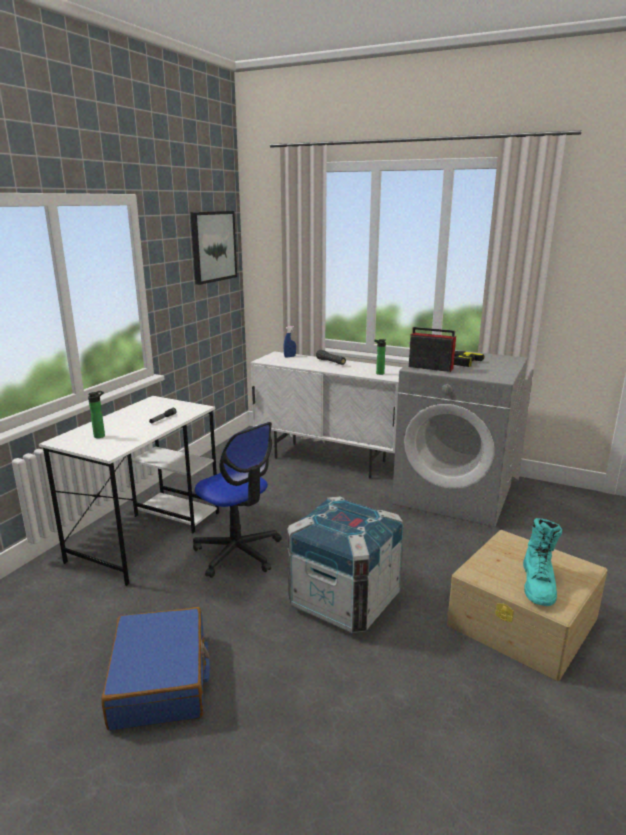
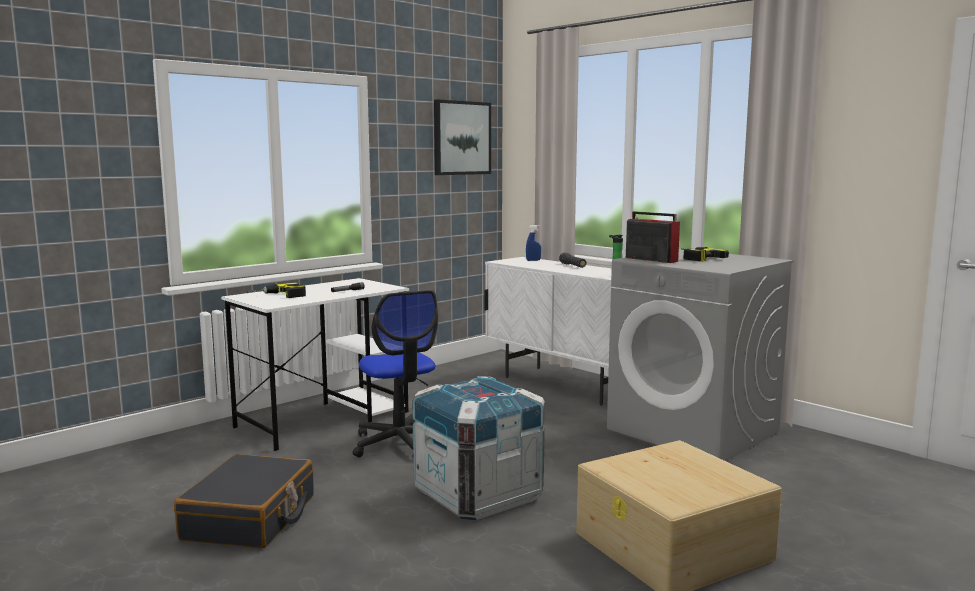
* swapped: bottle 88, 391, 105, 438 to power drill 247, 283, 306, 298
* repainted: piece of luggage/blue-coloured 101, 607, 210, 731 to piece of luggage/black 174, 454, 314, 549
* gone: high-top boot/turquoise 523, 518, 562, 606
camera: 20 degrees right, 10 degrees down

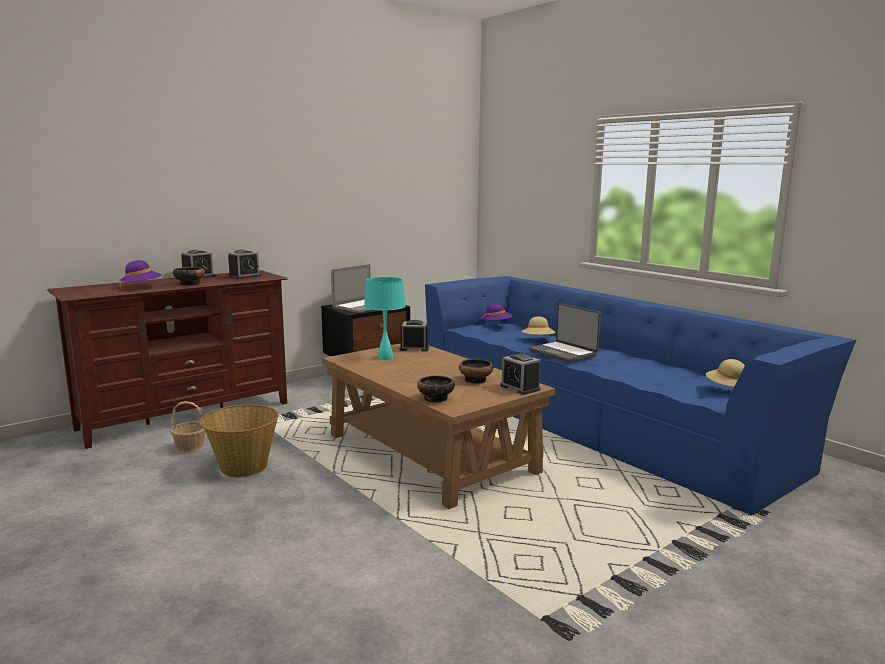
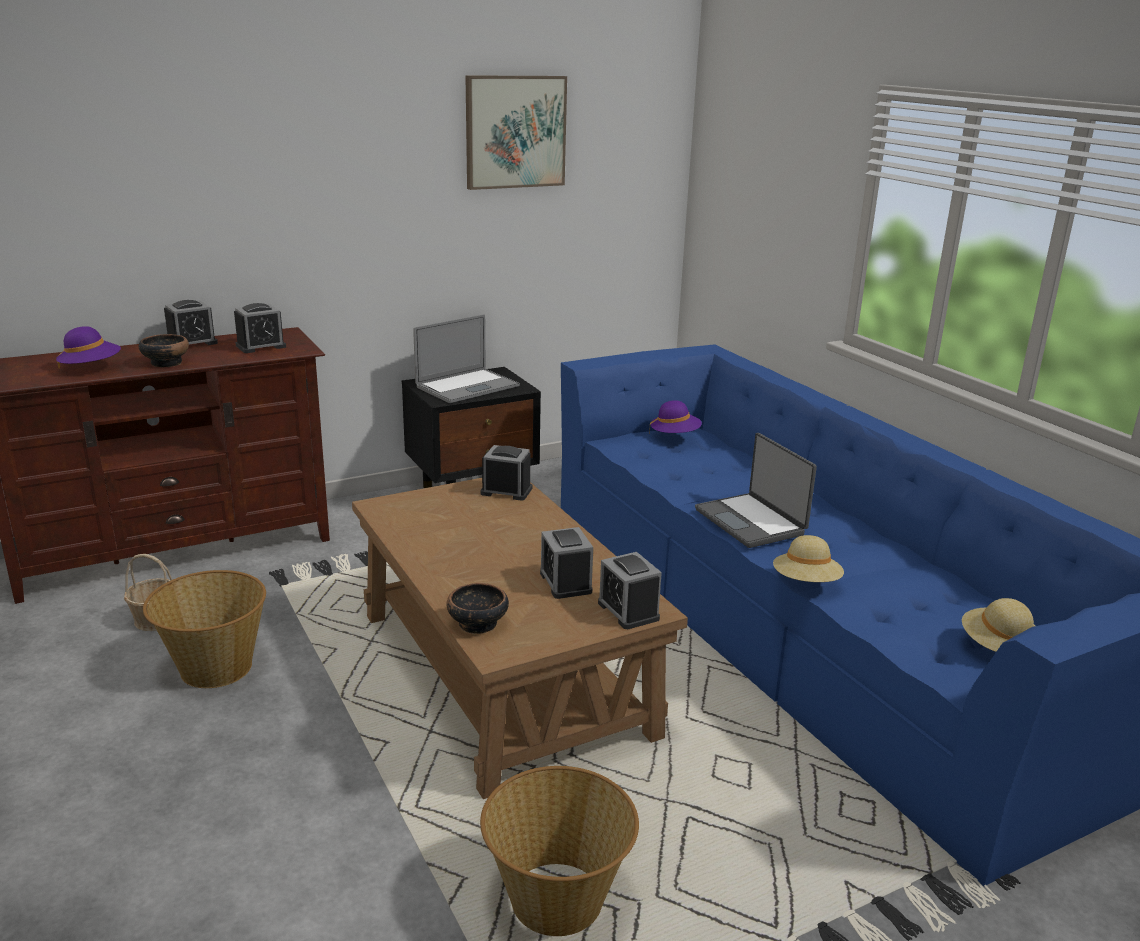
* gone: lamp for a table/turquoise 364, 277, 406, 360
* swapped: bowl 459, 359, 493, 384 to alarm clock 540, 527, 593, 599
* shifted: wearable hat/beige-coloured 522, 317, 556, 336 to 773, 535, 844, 582
* new: wall art 465, 75, 567, 190
* new: household basket 480, 766, 639, 936
camera: 10 degrees right, 10 degrees up

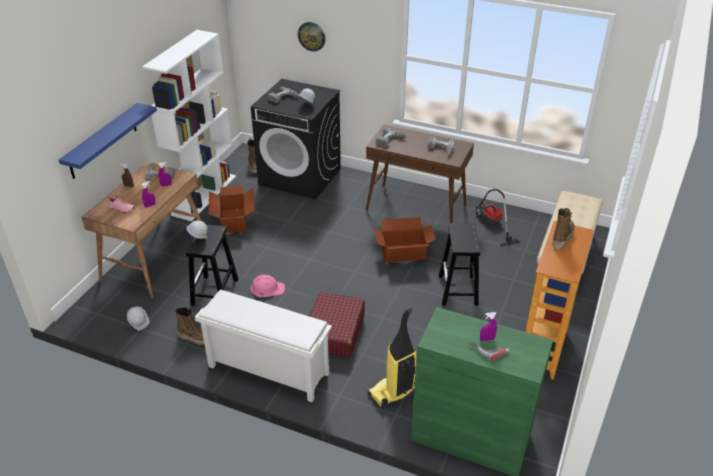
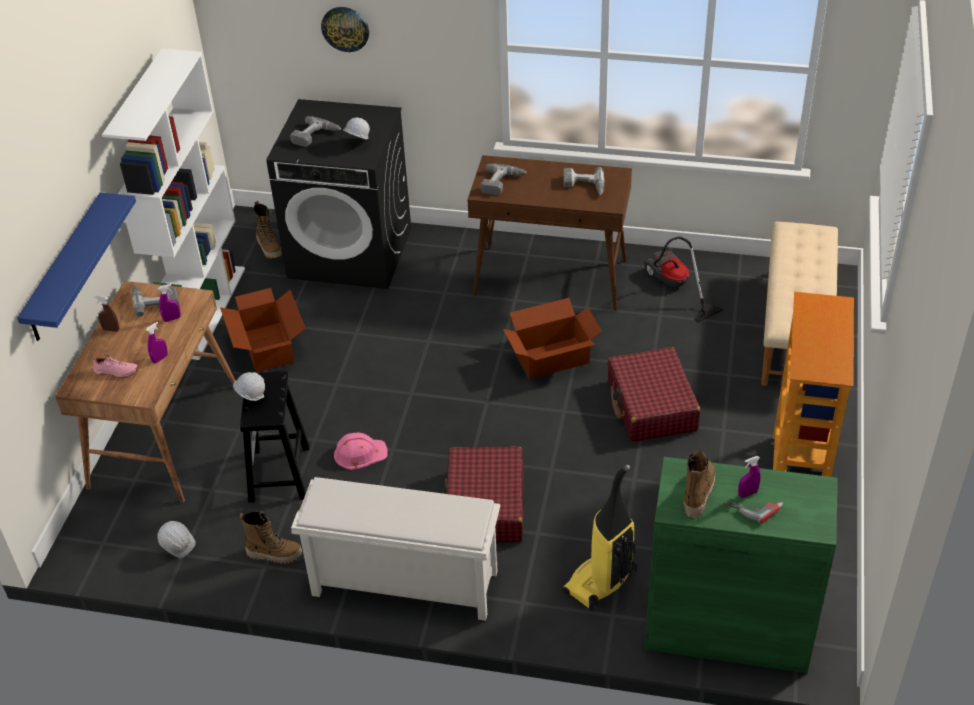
* swapped: stool seat/black 439, 223, 480, 306 to piece of luggage/reddish 608, 347, 701, 442
* shifted: high-top boot 553, 208, 574, 250 to 684, 452, 715, 518
camera: 10 degrees left, 5 degrees up

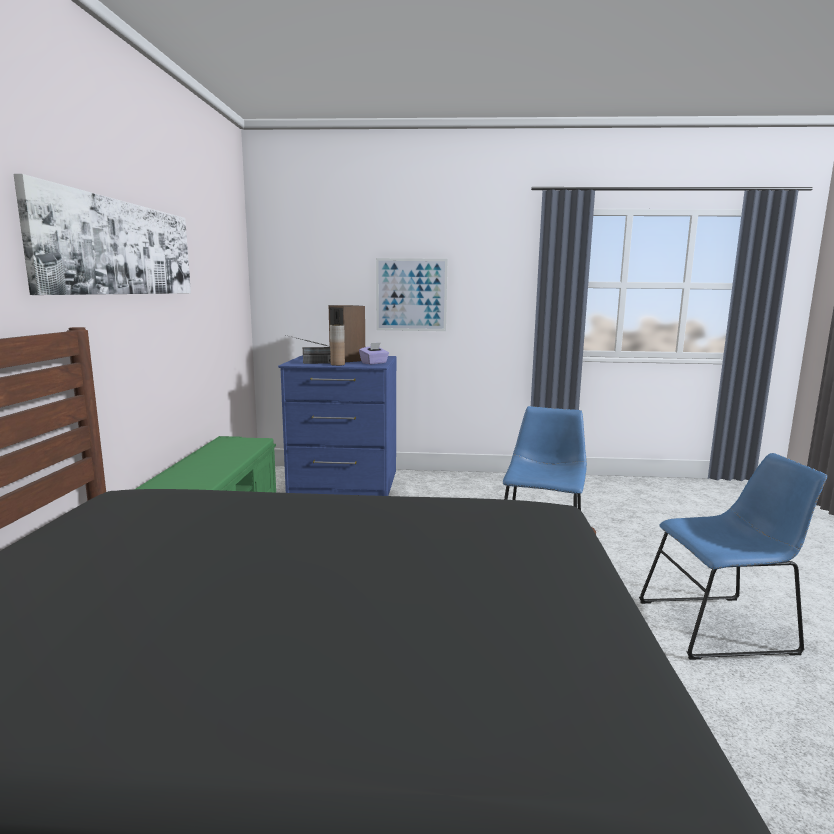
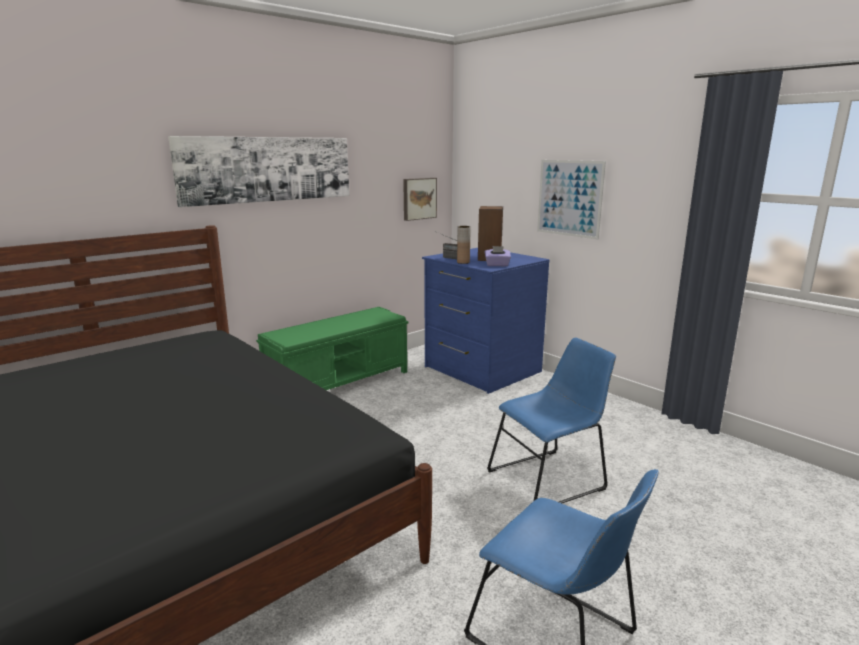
* new: wall art 403, 178, 437, 221
camera: 45 degrees right, 5 degrees up

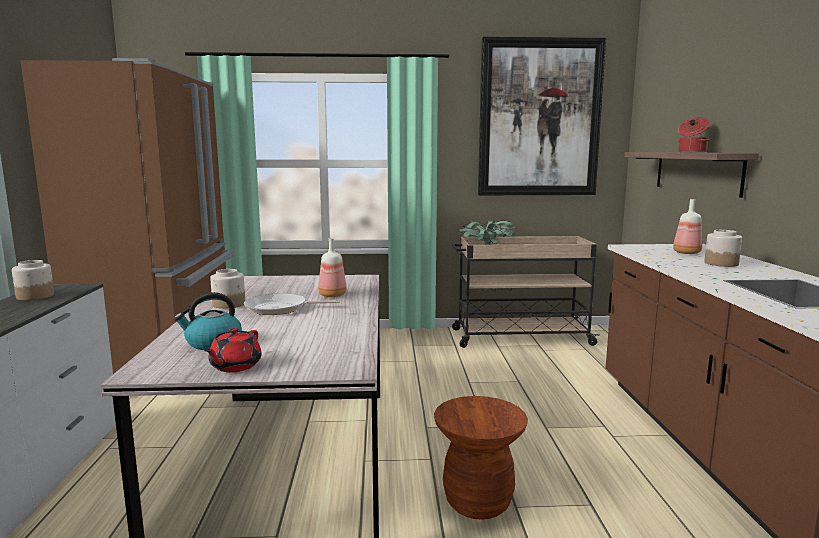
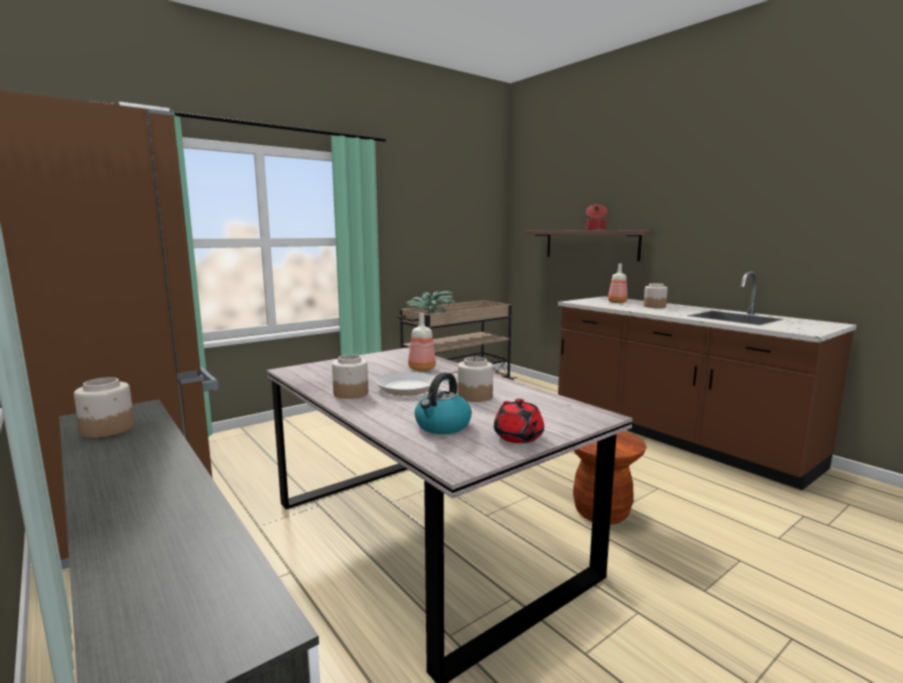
* gone: wall art 478, 37, 606, 195
* new: preserve jar 458, 357, 493, 402
camera: 35 degrees left, 0 degrees up

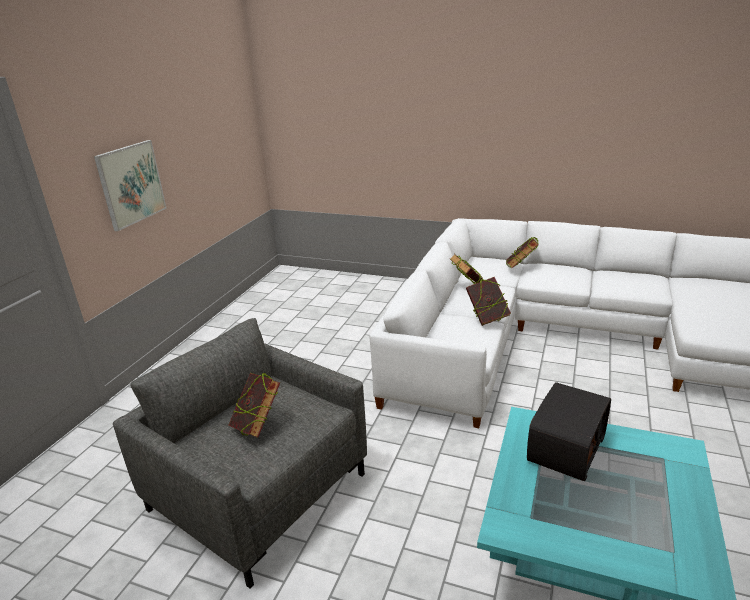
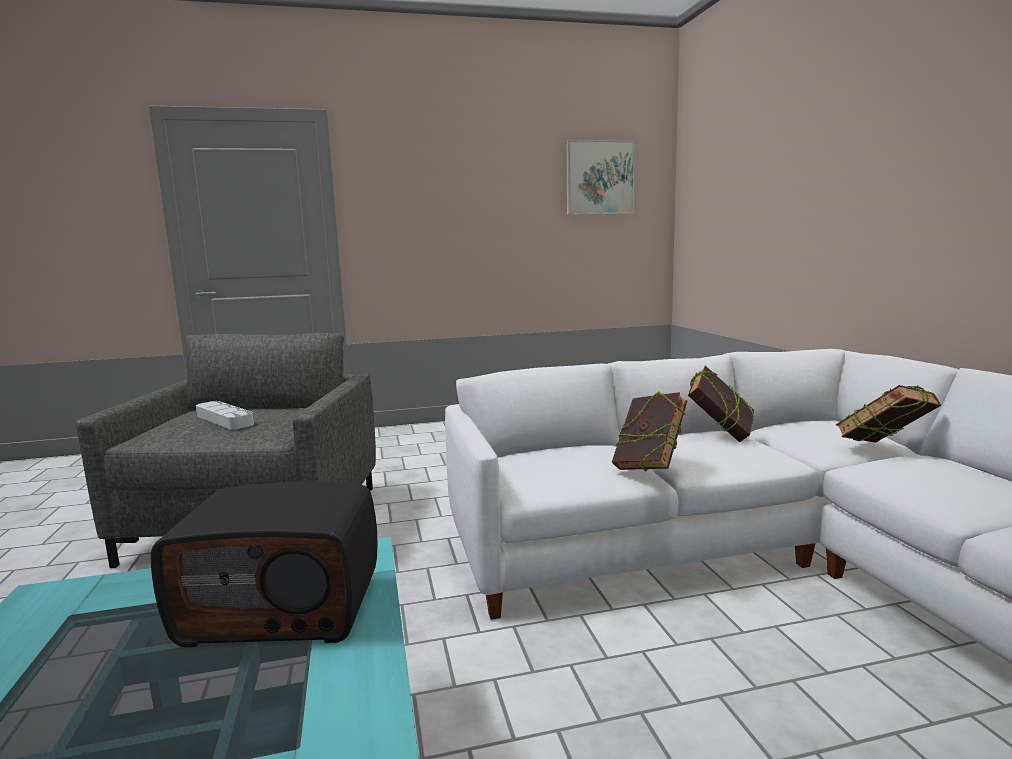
* shifted: wall art 94, 140, 167, 231 to 566, 140, 635, 215
* swapped: book 229, 373, 280, 438 to tray/greyish 196, 401, 254, 430
camera: 55 degrees right, 15 degrees down

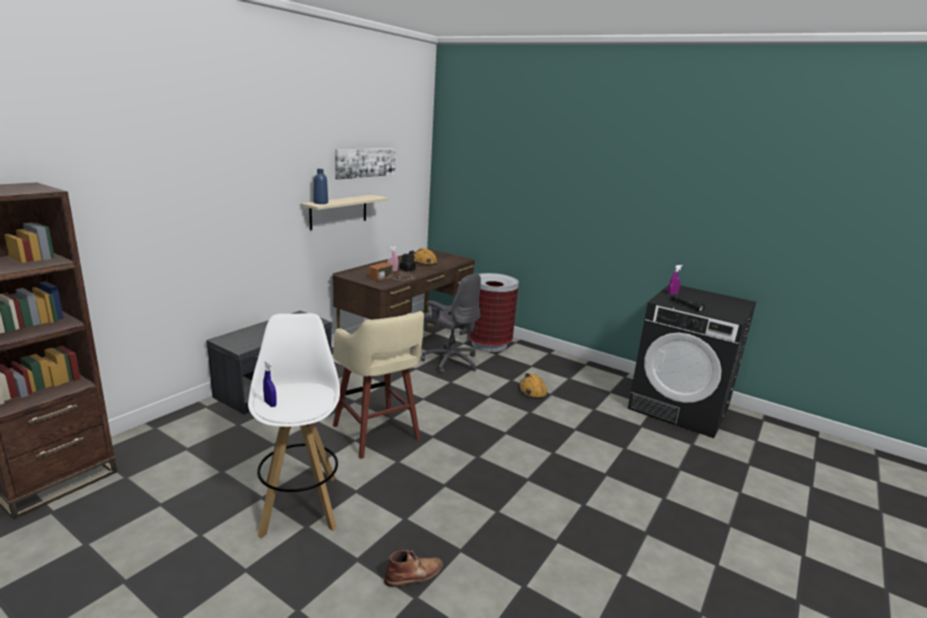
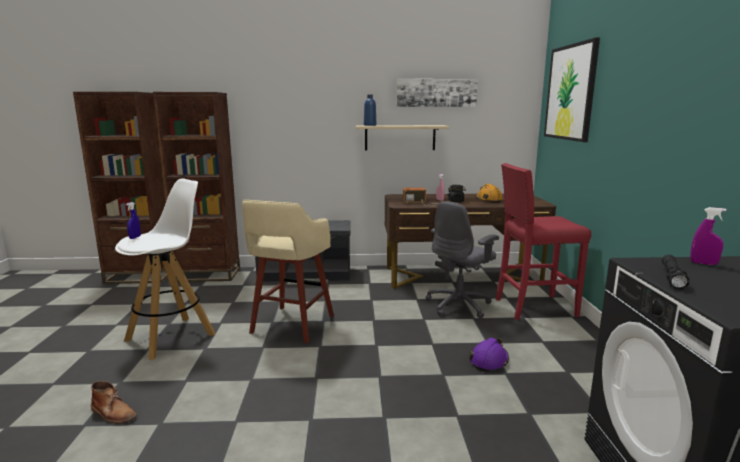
* rotated: office chair/greyish 421, 274, 481, 374 = 426, 201, 499, 319 45 degrees clockwise
* swapped: trash can 469, 273, 519, 352 to stool seat/reddish 496, 163, 591, 320
* repainted: work helmet/orange 519, 373, 547, 399 to work helmet/purple 469, 338, 509, 372
* new: bookcase/brown-coloured 153, 92, 240, 282
* new: wall art 544, 38, 600, 142
camera: 55 degrees right, 5 degrees down

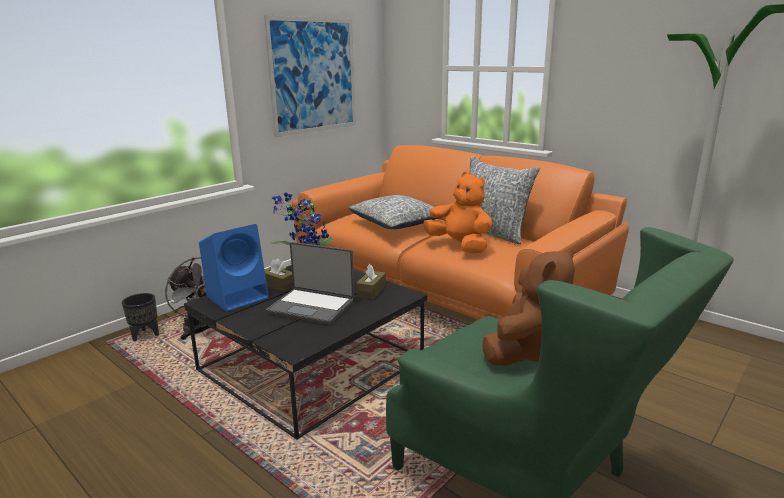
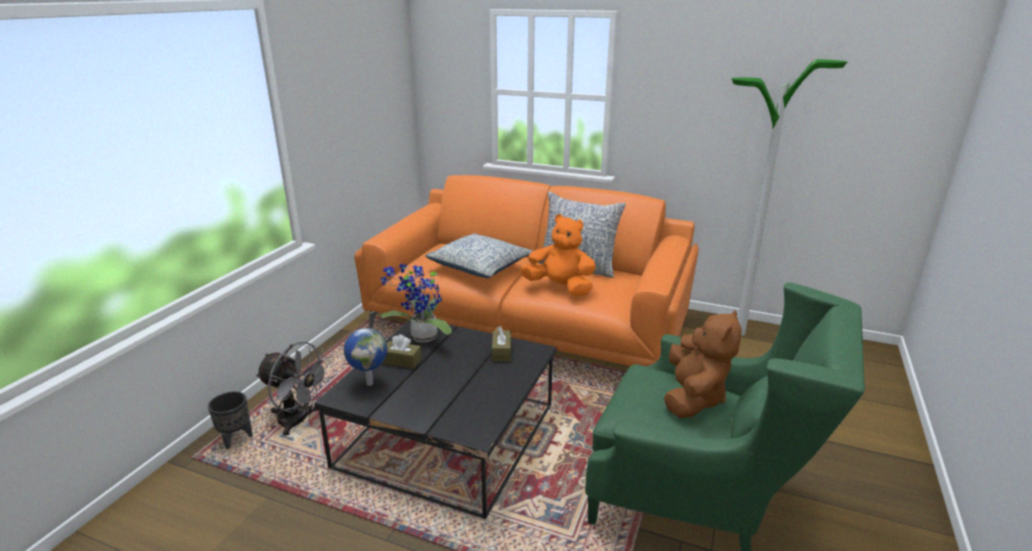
* swapped: loudspeaker/blue-coloured 199, 224, 269, 312 to globe 344, 328, 388, 386
* gone: wall art 264, 15, 356, 137
* gone: notebook computer 266, 242, 354, 325
camera: 20 degrees left, 5 degrees up

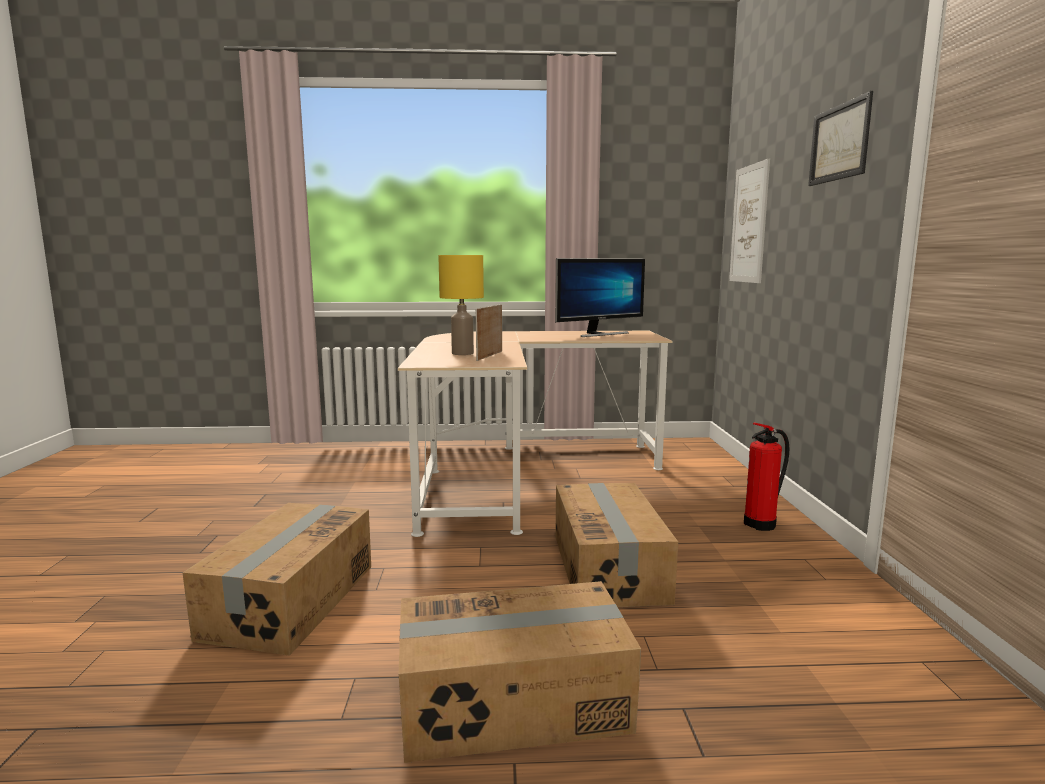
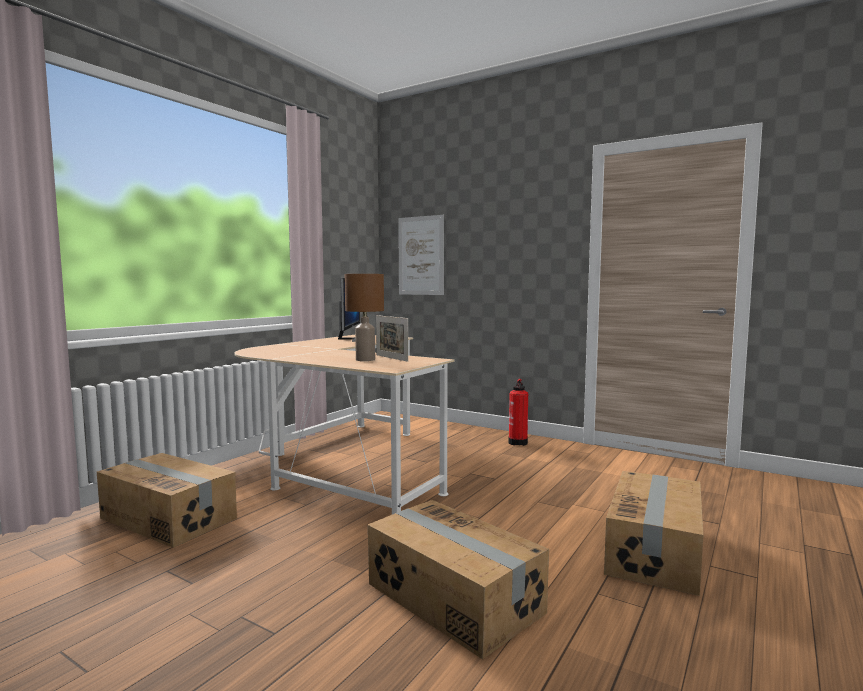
* repainted: lamp for a table/yellowish 438, 255, 484, 355 to lamp for a table/brown-coloured 345, 274, 384, 361
* shifted: packing box 555, 483, 678, 607 to 97, 453, 237, 548
* gone: wall art 808, 91, 873, 186
camera: 55 degrees left, 5 degrees down

